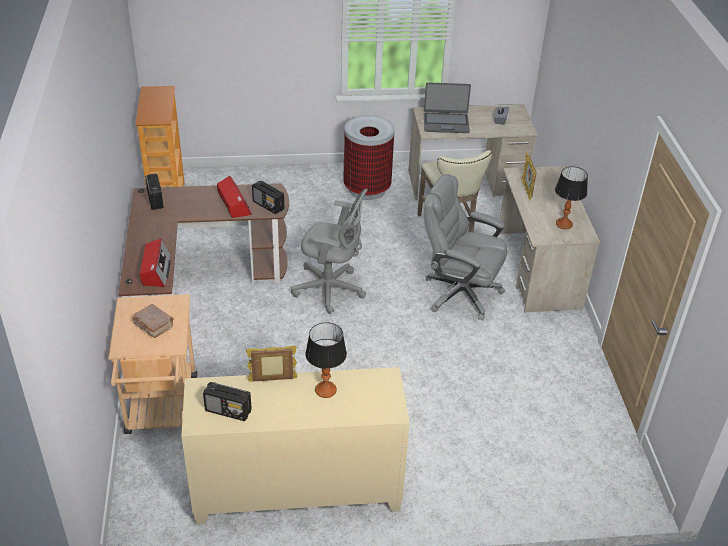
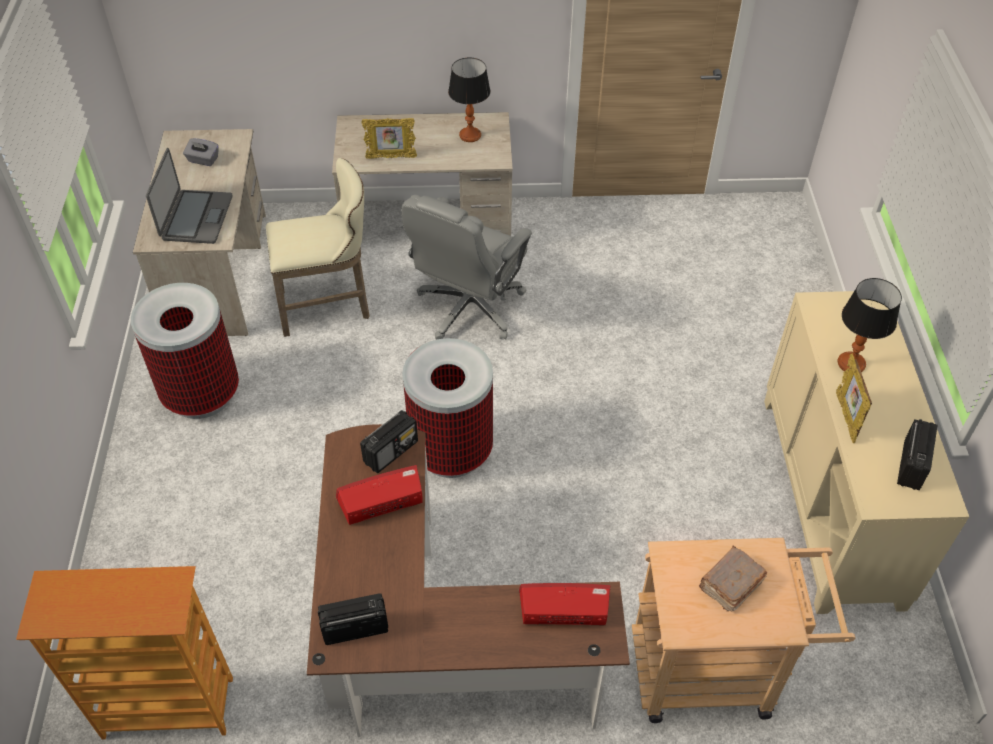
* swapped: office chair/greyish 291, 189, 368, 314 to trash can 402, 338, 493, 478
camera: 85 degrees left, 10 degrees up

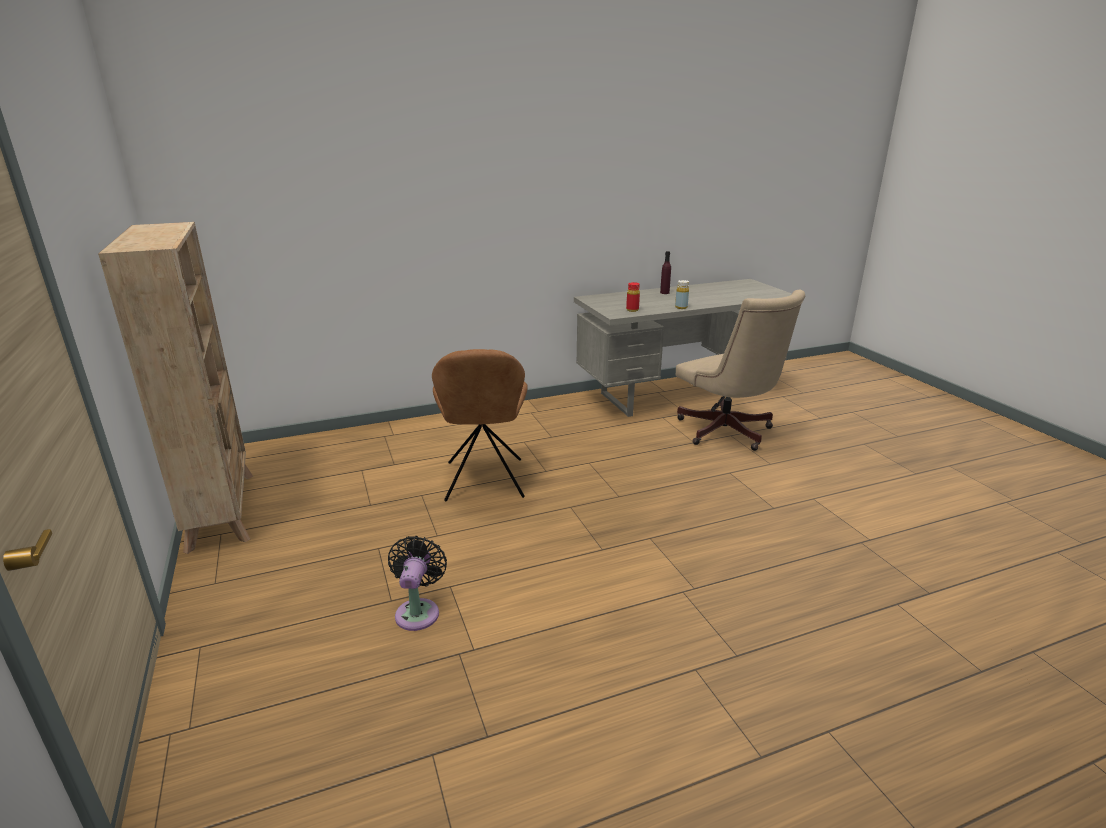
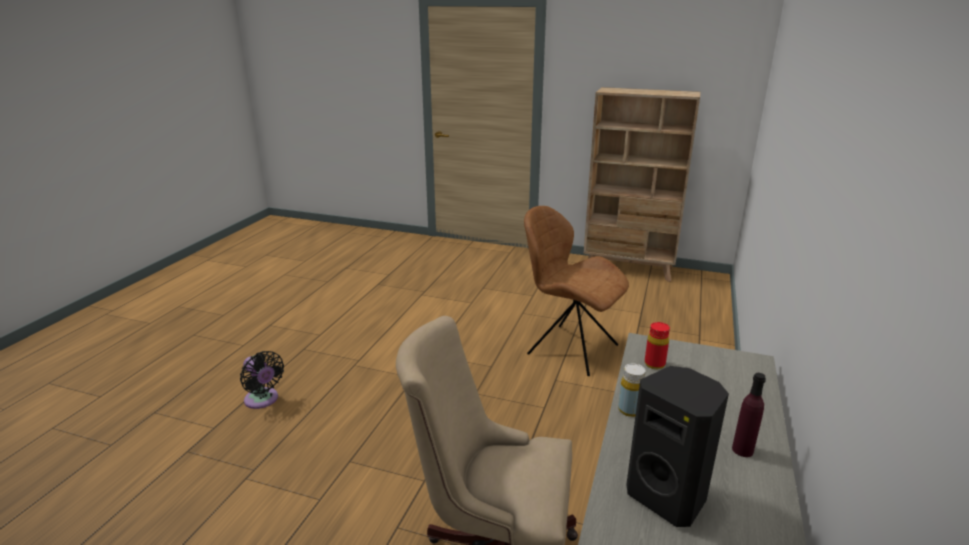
* shifted: fan/black 388, 536, 447, 631 to 240, 351, 284, 409
* new: loudspeaker/black 626, 366, 729, 527
camera: 130 degrees right, 0 degrees up

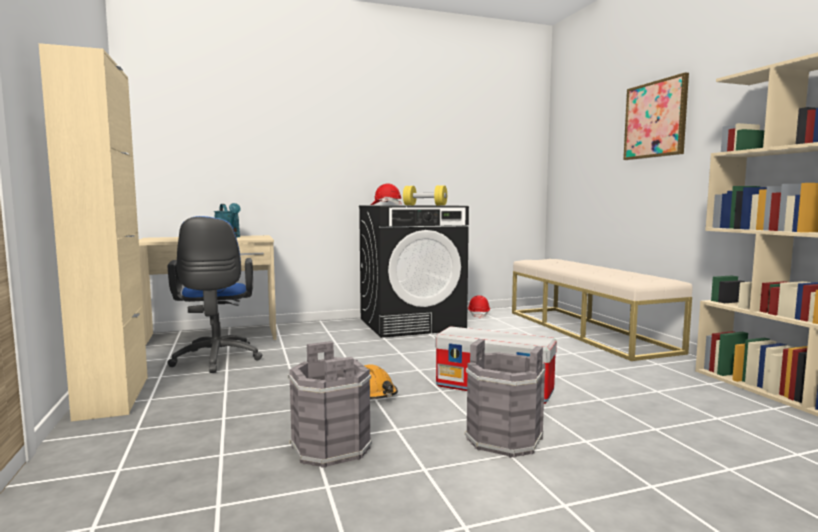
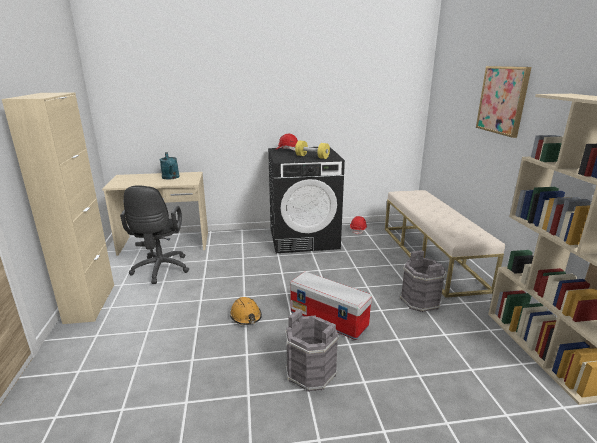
* repainted: office chair/blue-coloured 167, 216, 263, 373 to office chair/black 120, 185, 189, 284
* shifted: water bucket/greyish 287, 341, 372, 468 to 400, 250, 446, 312
camera: 10 degrees right, 15 degrees up

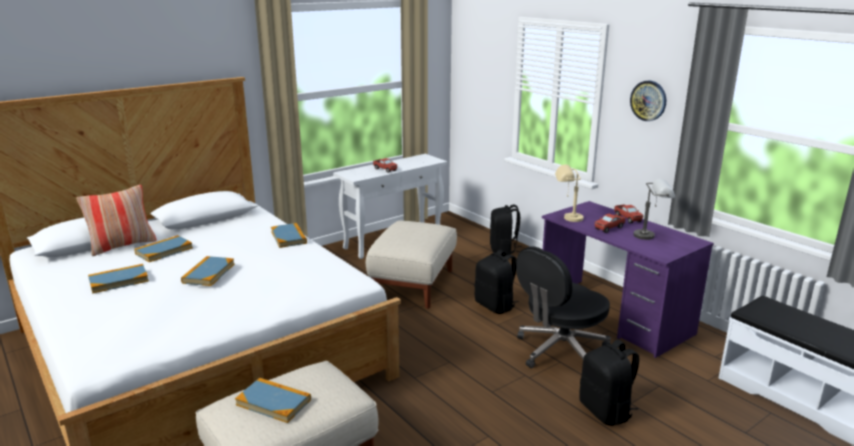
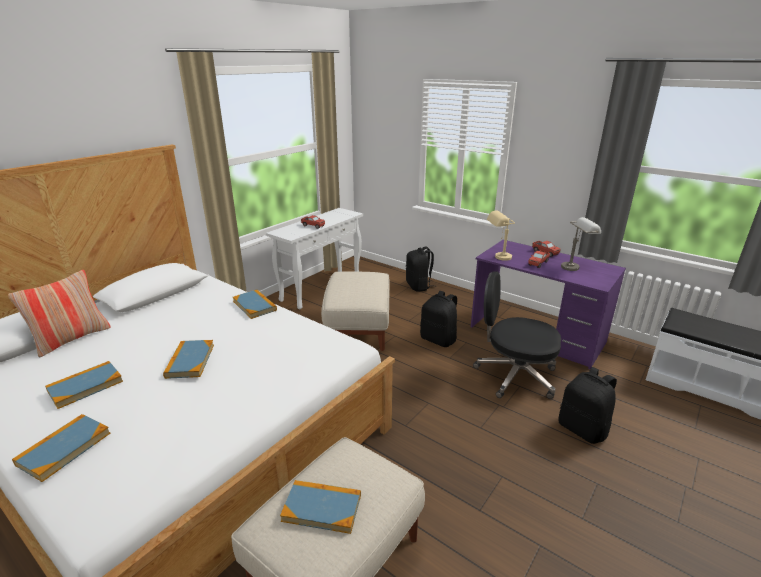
* shifted: book 134, 235, 193, 262 to 12, 414, 110, 482
* rotated: office chair/black 516, 246, 611, 368 = 473, 271, 561, 399 75 degrees clockwise
* gone: hanging clock 630, 81, 666, 121
camera: 15 degrees left, 5 degrees up

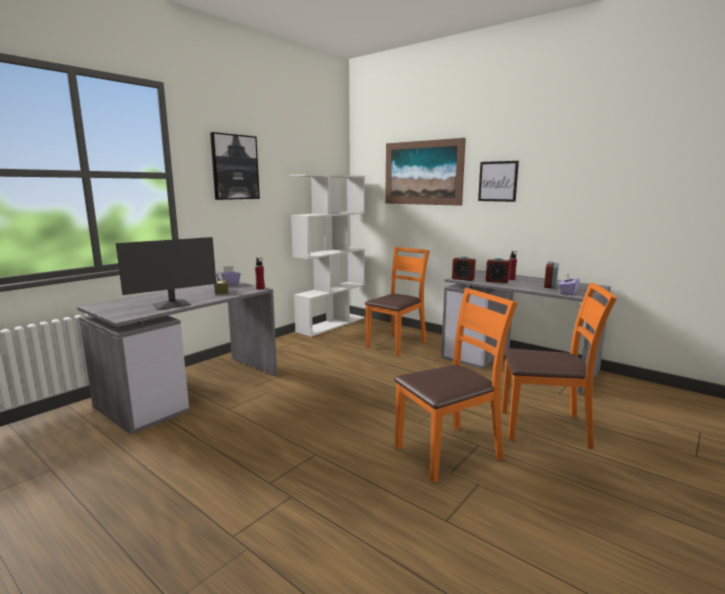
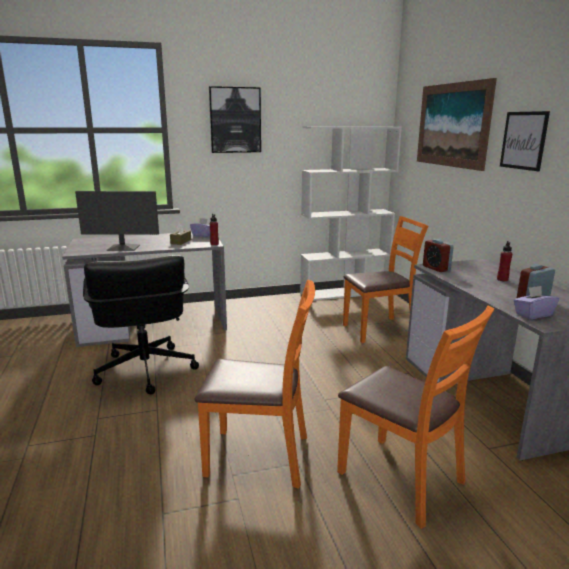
* gone: alarm clock 486, 258, 510, 283
* new: office chair/black 83, 255, 199, 394
camera: 35 degrees right, 5 degrees up

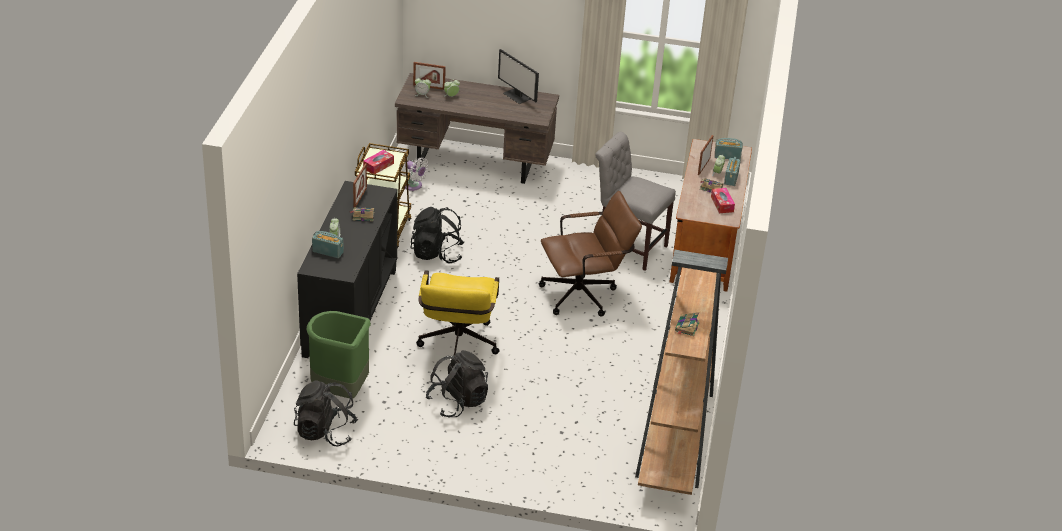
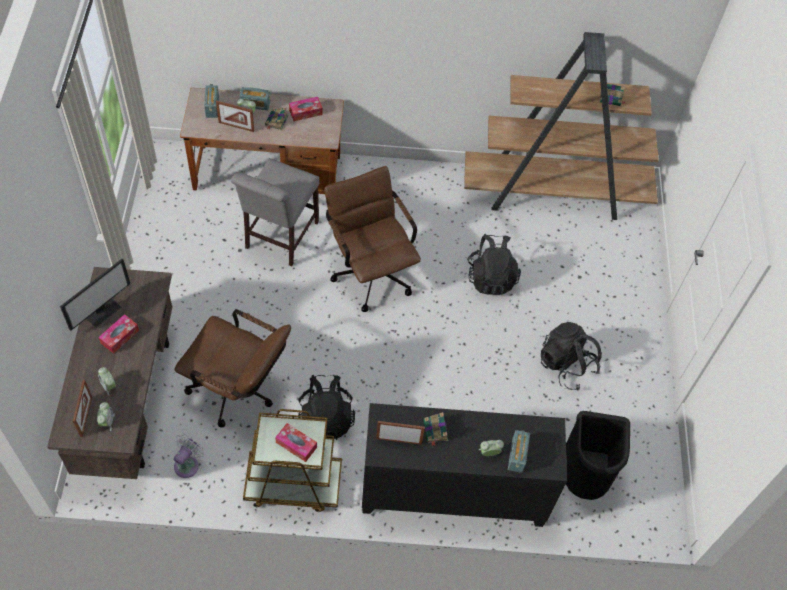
* shifted: knapsack/black 294, 381, 358, 446 to 467, 234, 521, 295
* repainted: trash can/green-coloured 307, 311, 371, 399 to trash can/black 566, 411, 630, 500
* gone: office chair/yellowish 416, 270, 500, 355
* new: box of tissues 99, 314, 139, 354
* new: office chair/brown-coloured 174, 309, 291, 428
camera: 100 degrees left, 20 degrees up

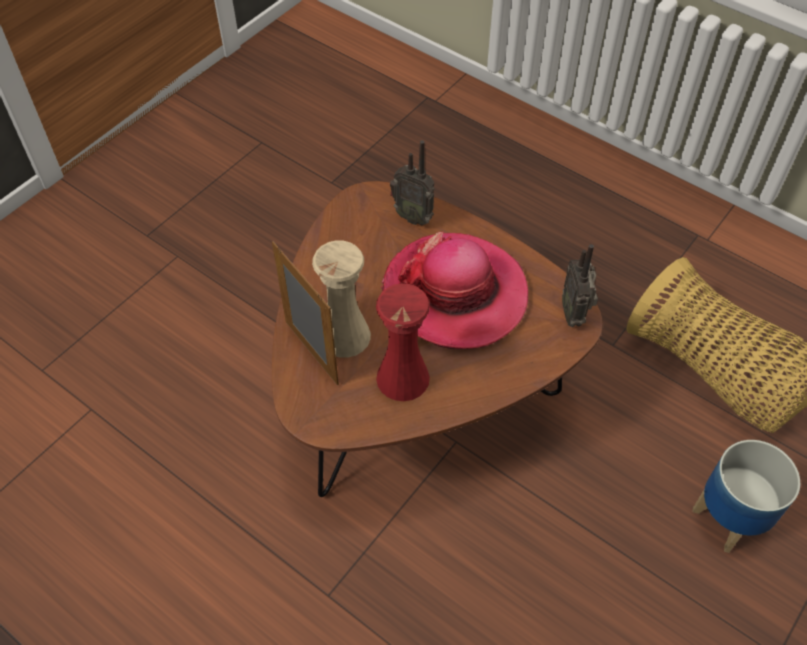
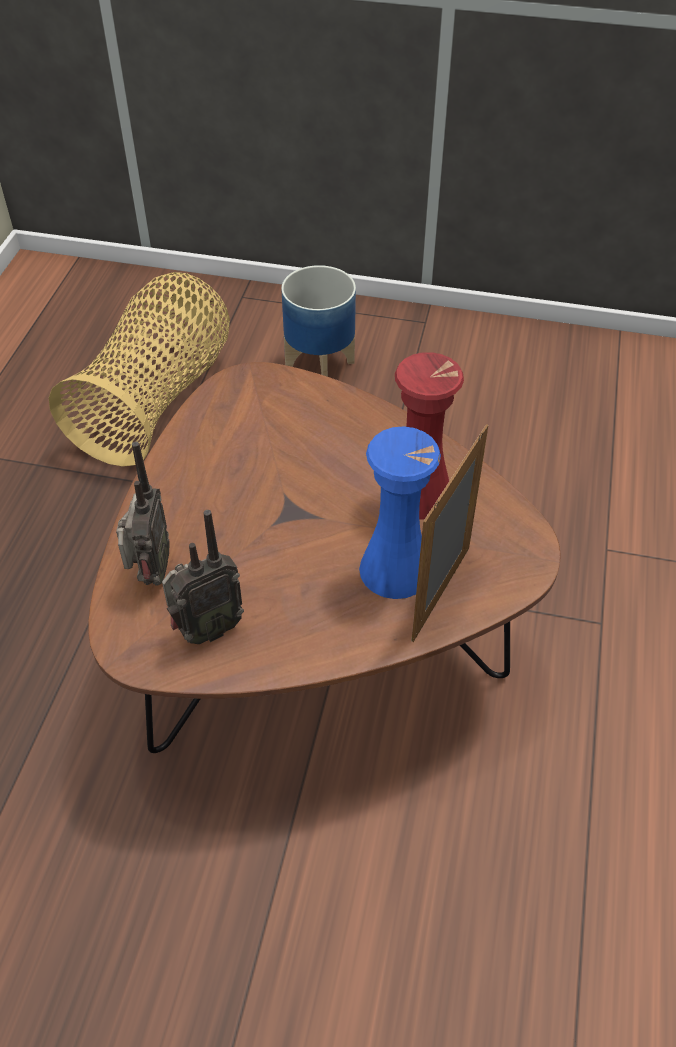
* repainted: decorative vase/beige-coloured 312, 240, 371, 358 to decorative vase/blue-coloured 359, 426, 441, 599
* gone: wearable hat 381, 232, 528, 349
* shifted: radio set 562, 244, 598, 327 to 162, 510, 244, 644
camera: 115 degrees left, 5 degrees down

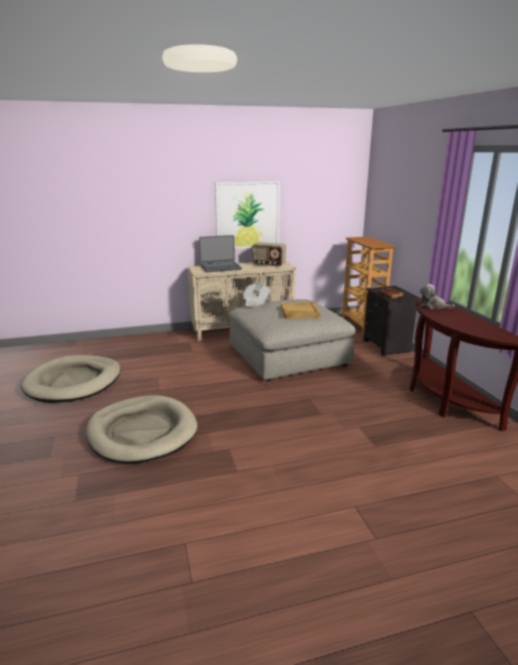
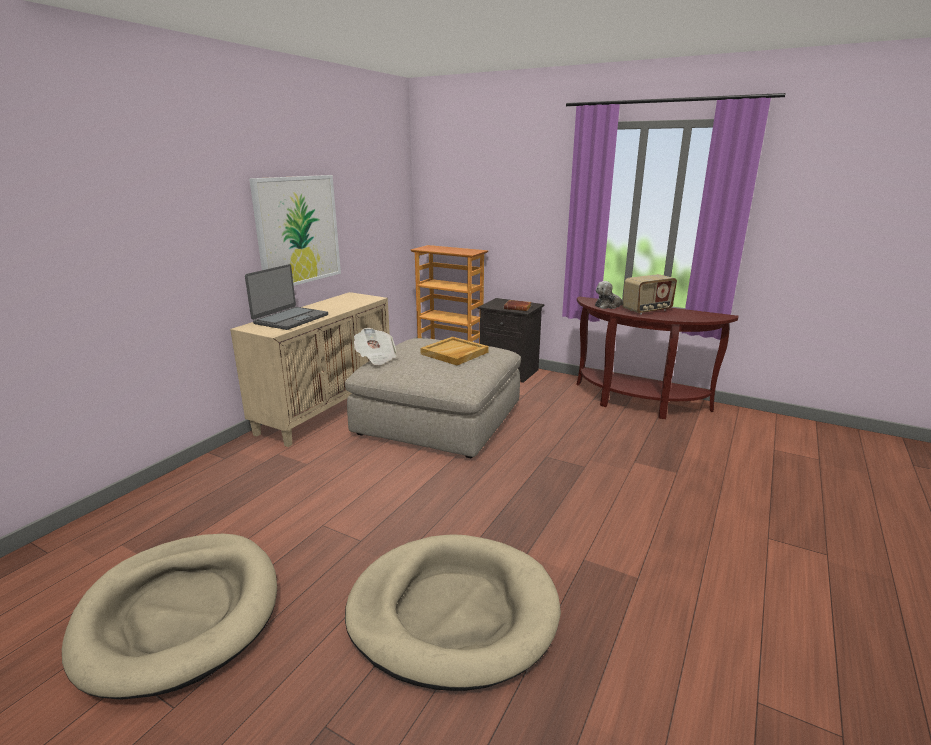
* shifted: radio set 252, 242, 286, 267 to 622, 274, 677, 314
camera: 45 degrees left, 0 degrees up

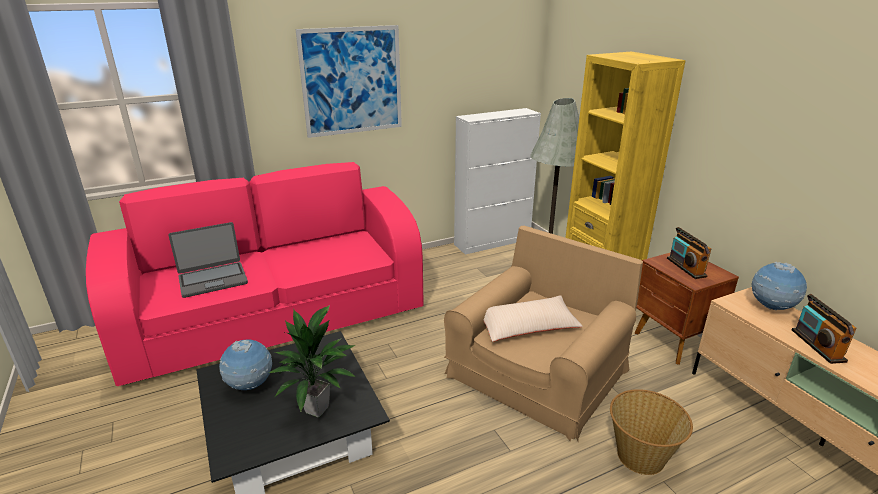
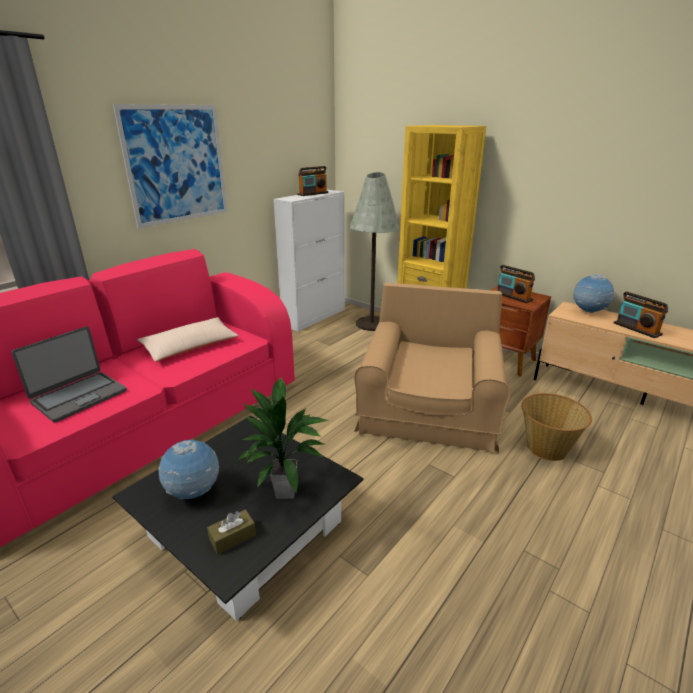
* shifted: pillow/beige-coloured 484, 295, 583, 342 to 137, 317, 239, 362
* new: box of tissues/brown-coloured 207, 509, 256, 555
* new: radio set 297, 166, 328, 196
camera: 25 degrees left, 0 degrees up

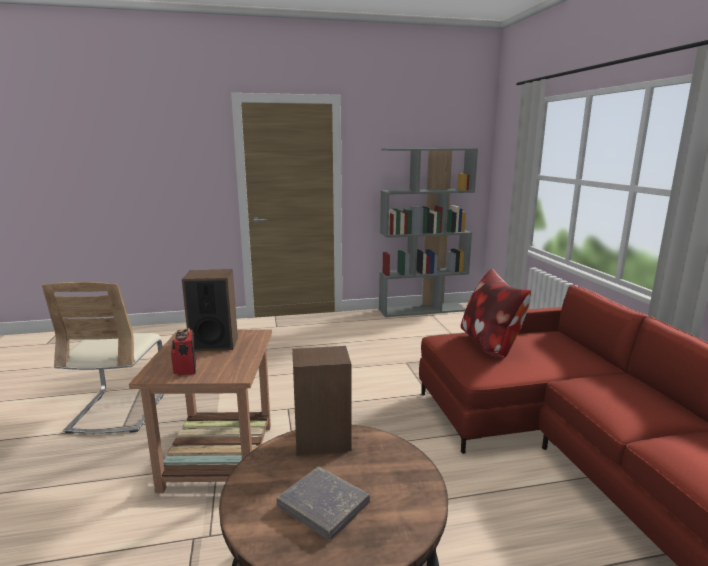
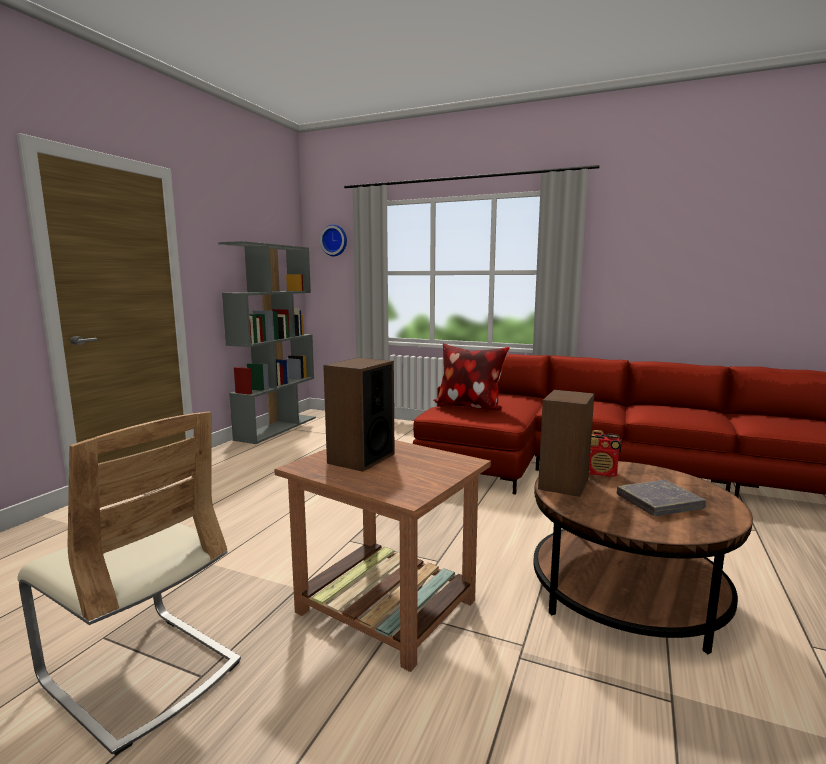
* shifted: radio set 171, 328, 196, 375 to 589, 430, 622, 477
* new: hanging clock 320, 224, 347, 256
camera: 55 degrees left, 5 degrees down

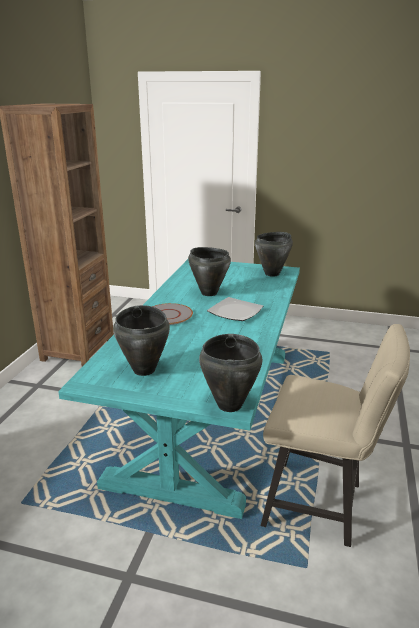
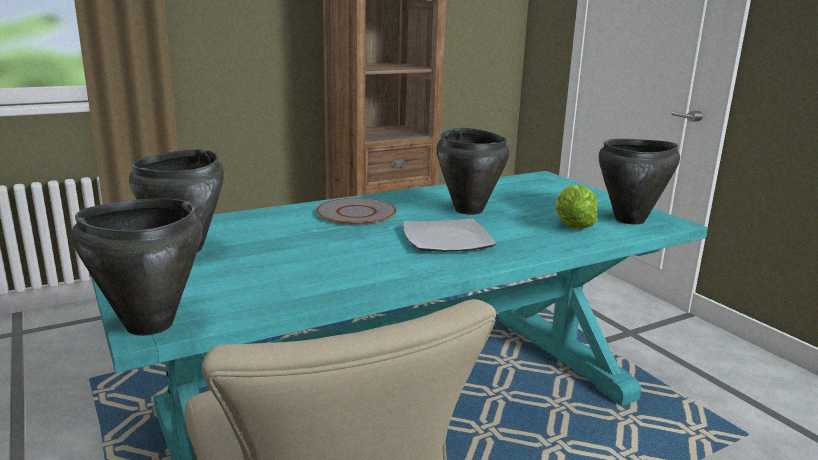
* new: lettuce 555, 185, 598, 229
camera: 45 degrees right, 5 degrees down

